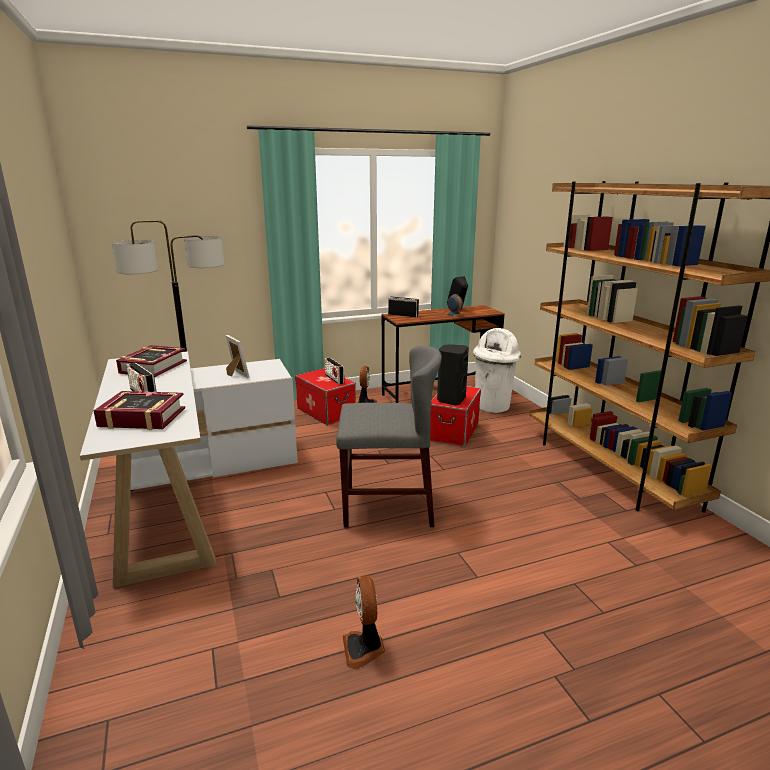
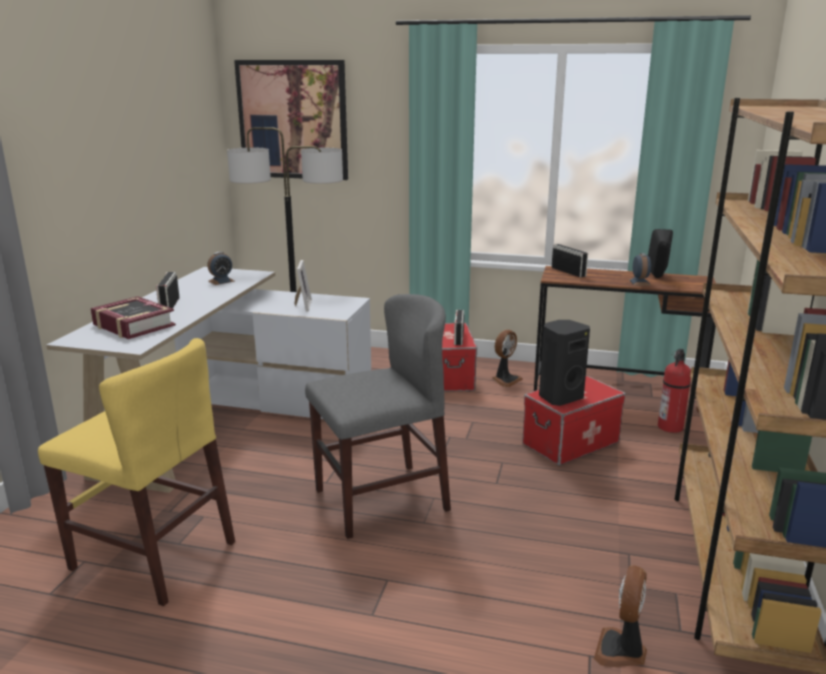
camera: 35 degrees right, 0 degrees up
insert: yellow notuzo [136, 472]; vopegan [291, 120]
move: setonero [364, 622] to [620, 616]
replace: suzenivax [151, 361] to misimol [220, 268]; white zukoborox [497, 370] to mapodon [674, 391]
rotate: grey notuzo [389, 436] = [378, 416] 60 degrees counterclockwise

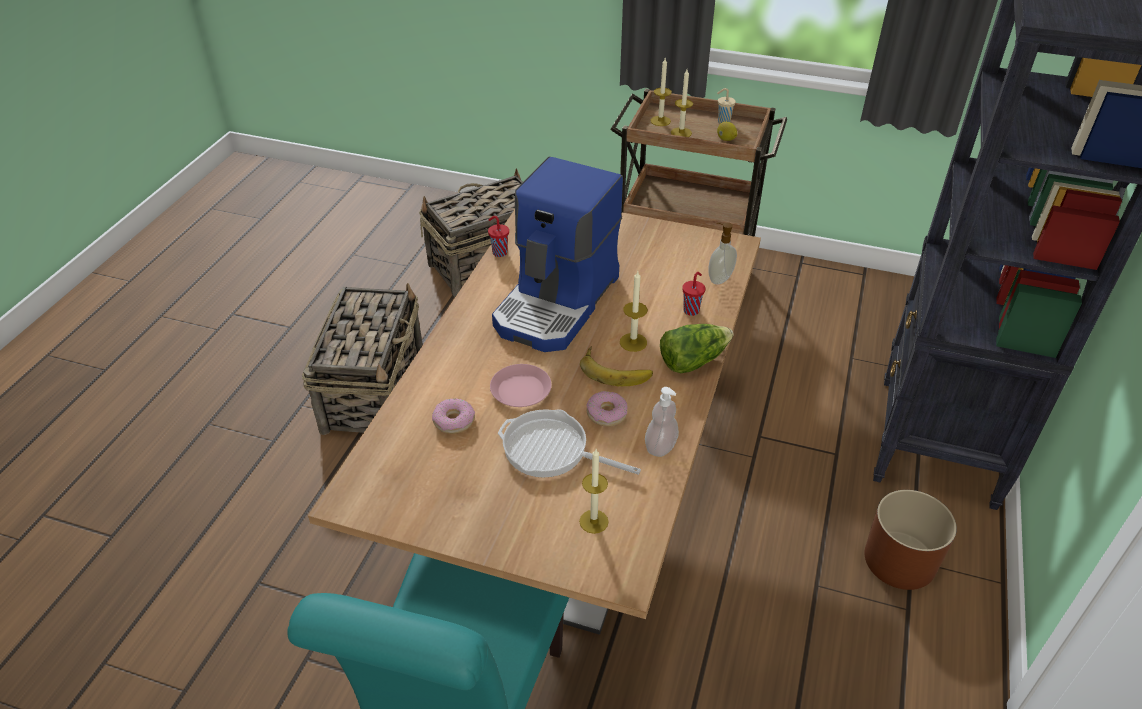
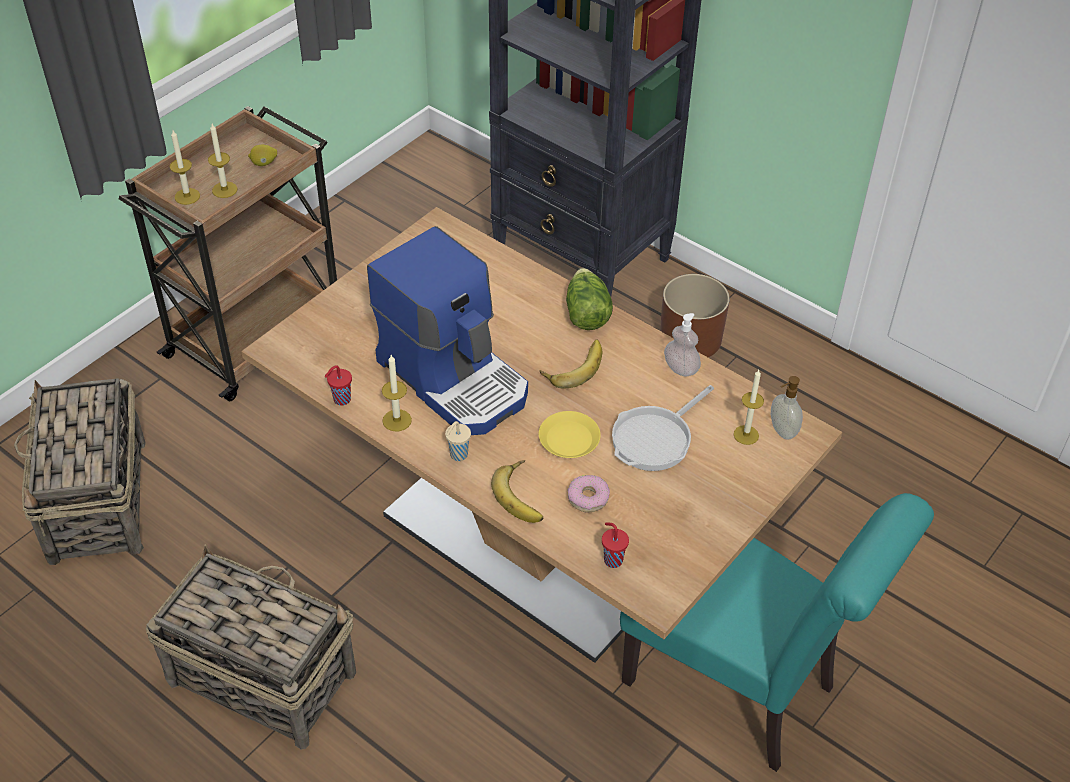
camera: 70 degrees left, 5 degrees up
delete: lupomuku [606, 409]
insert: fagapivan [517, 491]
move: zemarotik [633, 311] to [397, 393]; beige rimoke [726, 106] to [458, 441]; red rimoke [693, 294] to [615, 545]; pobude [723, 253] to [787, 408]
recolor: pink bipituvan [521, 385] to yellow bipituvan [570, 434]

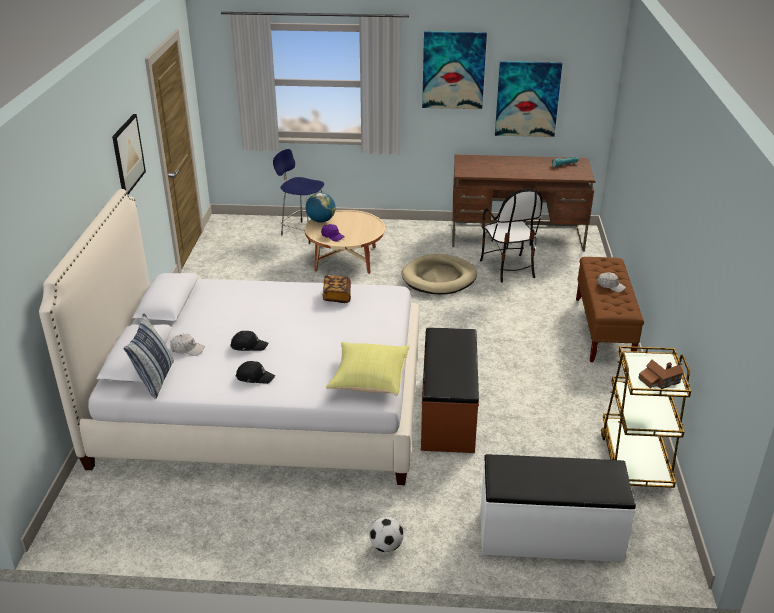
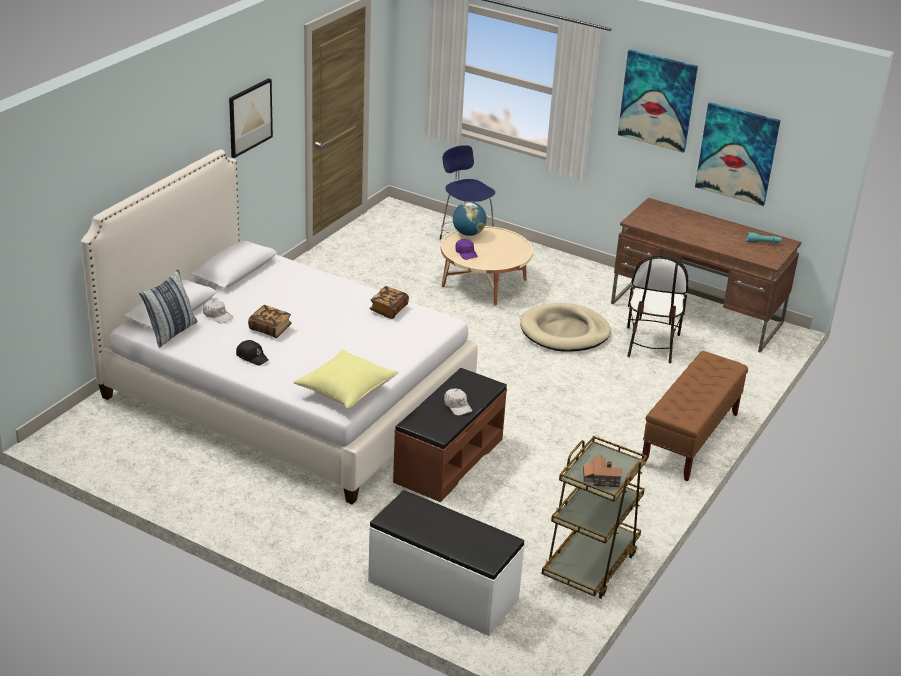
camera: 25 degrees right, 0 degrees up
delete: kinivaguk [386, 534]
move: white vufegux [612, 282] to [458, 402]
replace: black vufegux [249, 341] to suzenivax [270, 321]

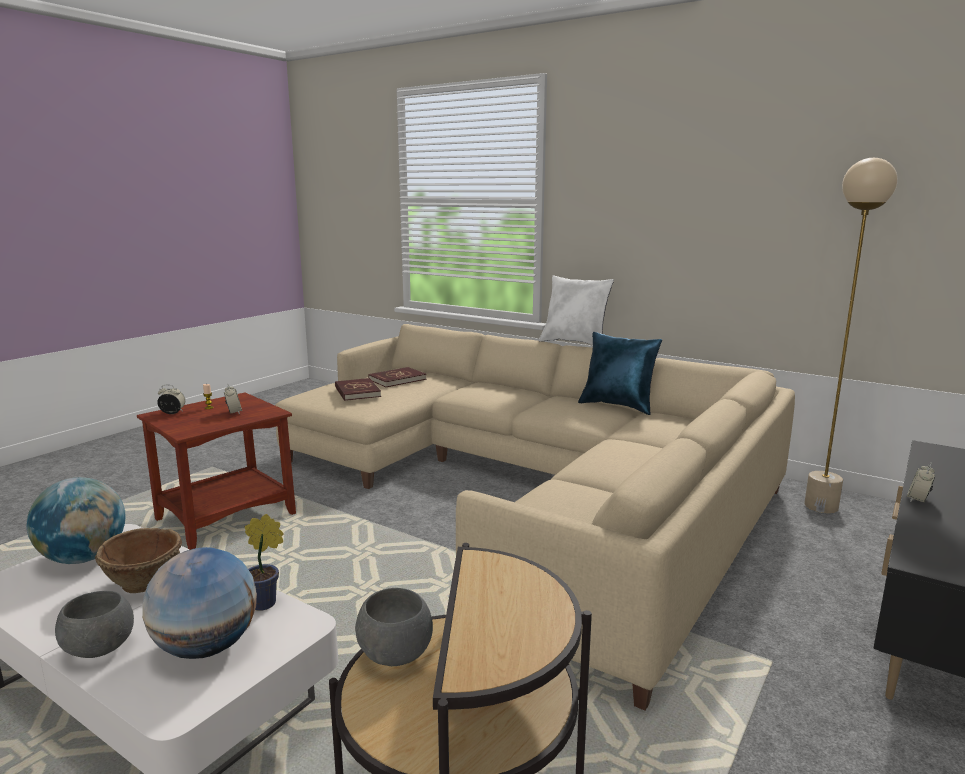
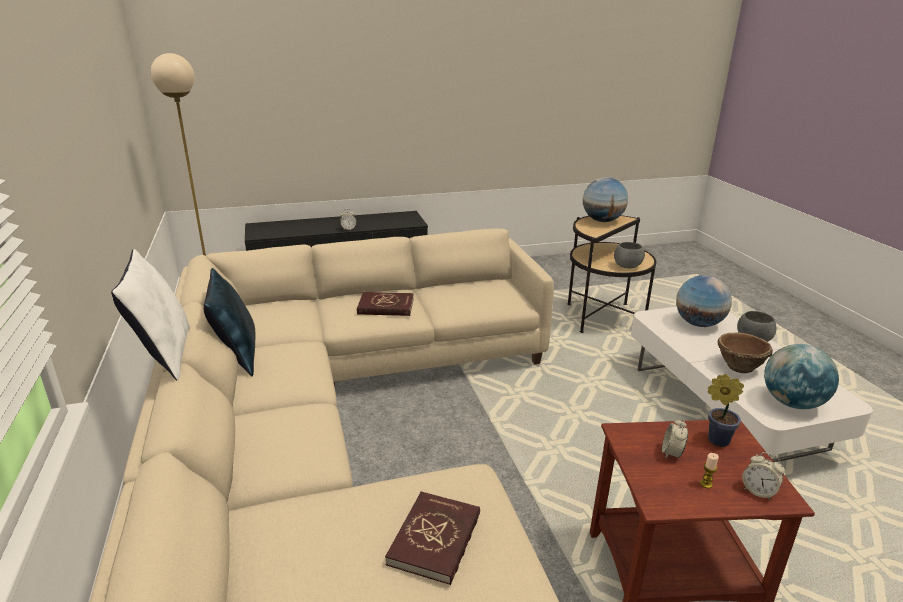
camera: 140 degrees left, 10 degrees up
insert: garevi [605, 199]
move: red suzenivax [397, 377] to [385, 304]; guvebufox [264, 562] to [725, 410]

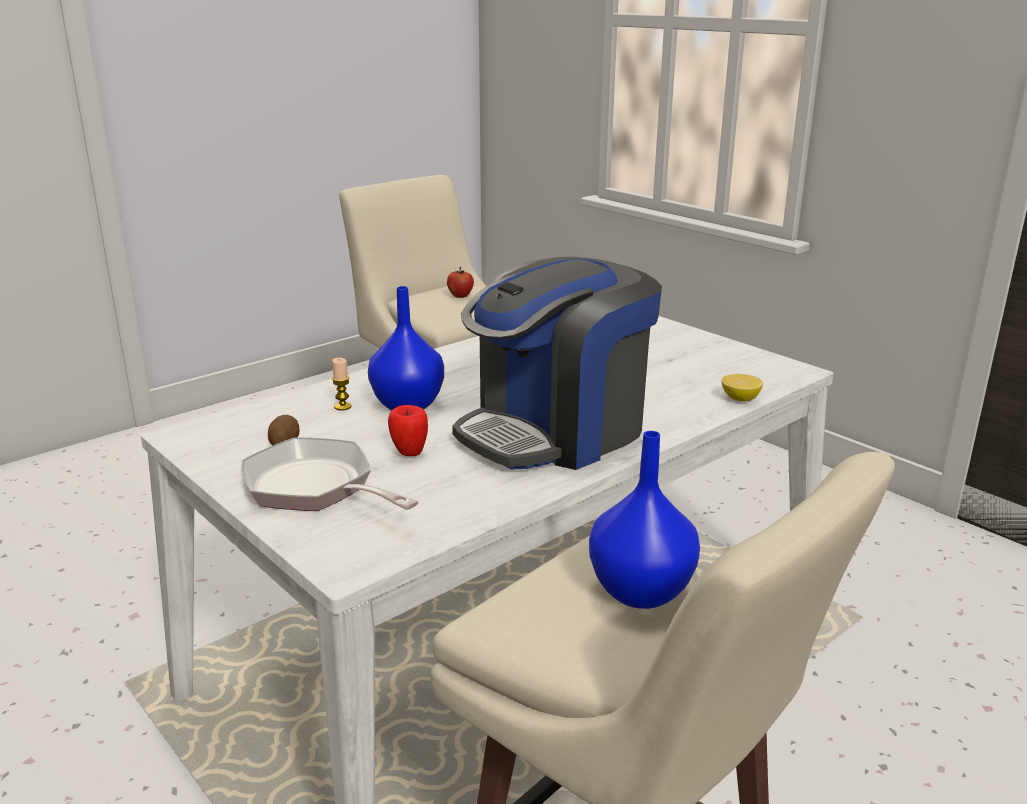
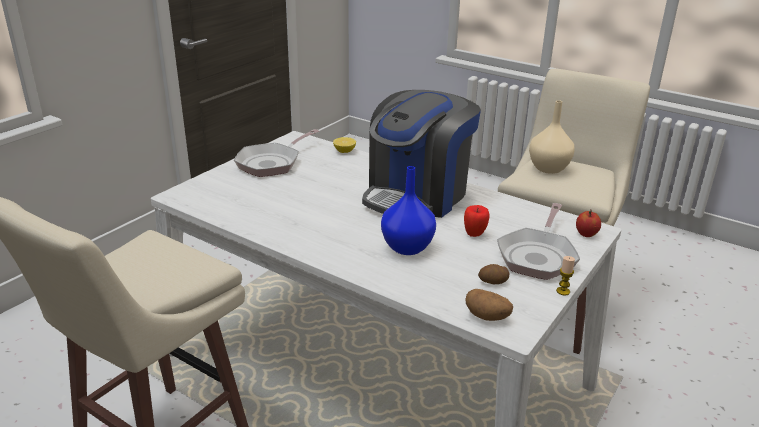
camera: 105 degrees left, 5 degrees up
insert: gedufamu [277, 153]; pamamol [489, 305]
move: zemarotik [342, 384] to [565, 275]; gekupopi [460, 282] to [588, 223]
recolor: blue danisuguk [644, 520] to beige danisuguk [552, 137]
rotate: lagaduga [557, 363] = [421, 154] 90 degrees clockwise

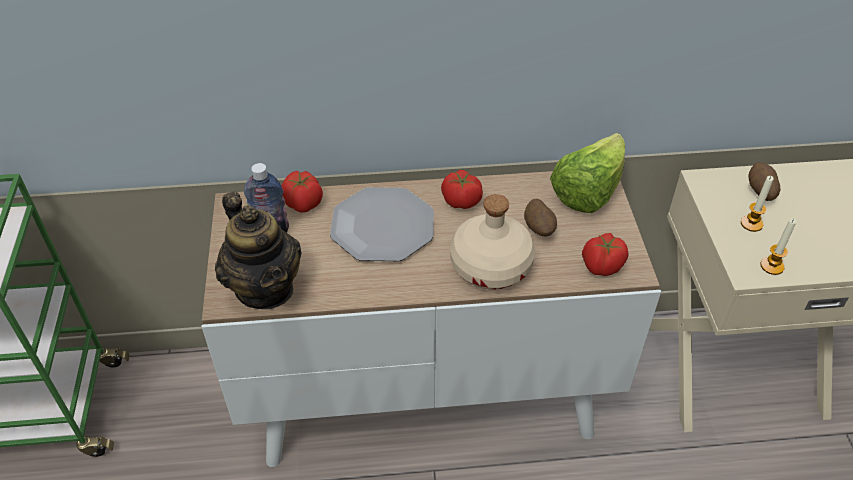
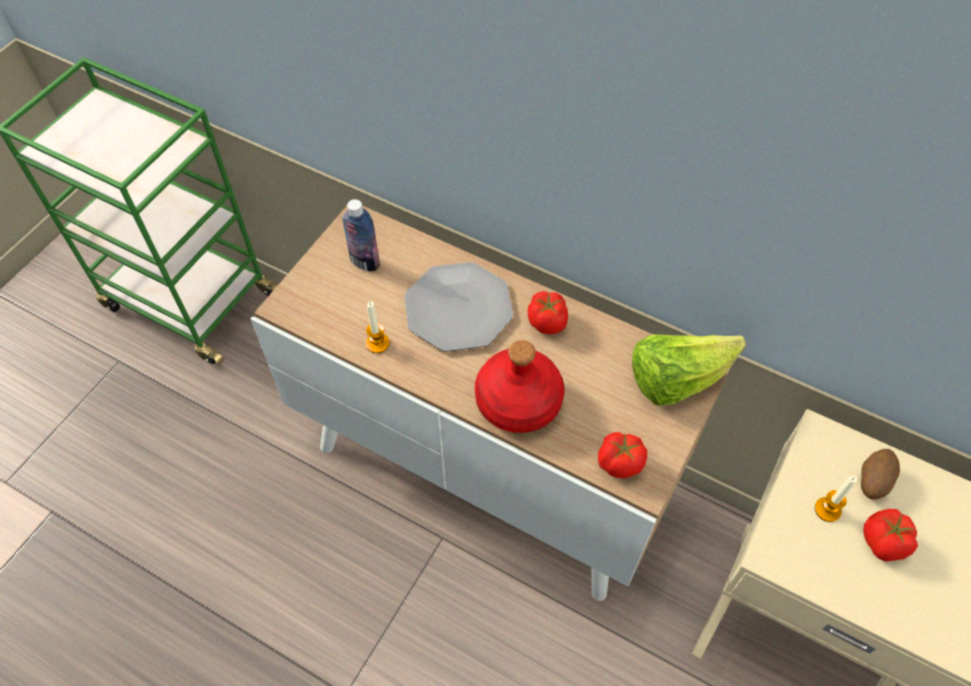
camera: 35 degrees right, 10 degrees up
delete: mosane [258, 250]; pamamol [540, 217]
move: zemarotik [778, 246] to [377, 327]; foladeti [302, 192] to [890, 535]
recolor: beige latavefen [492, 241] to red latavefen [519, 386]

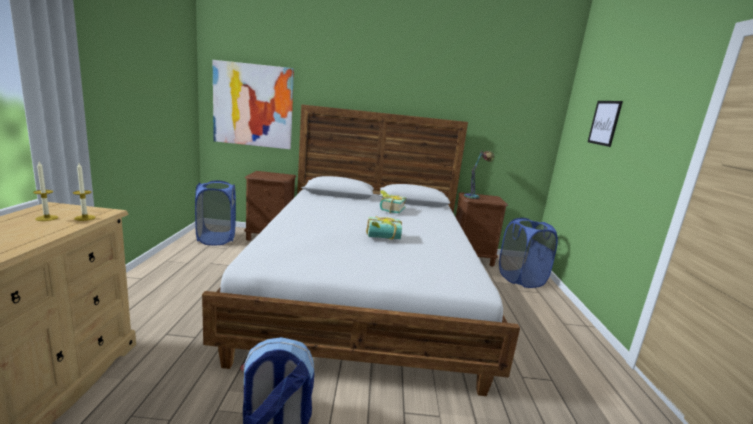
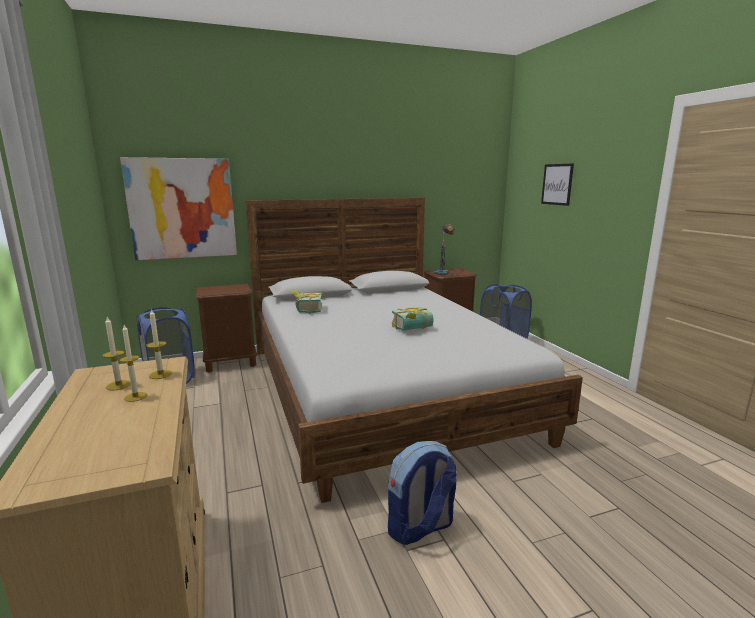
camera: 20 degrees left, 0 degrees up
insert: zemarotik [133, 363]
move: suzenivax [393, 201] to [307, 301]

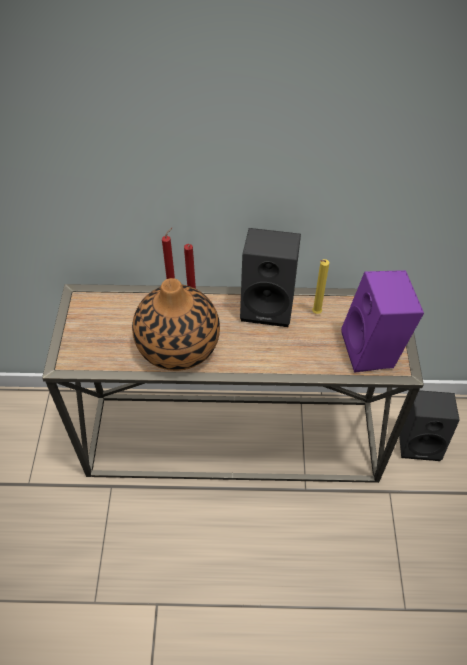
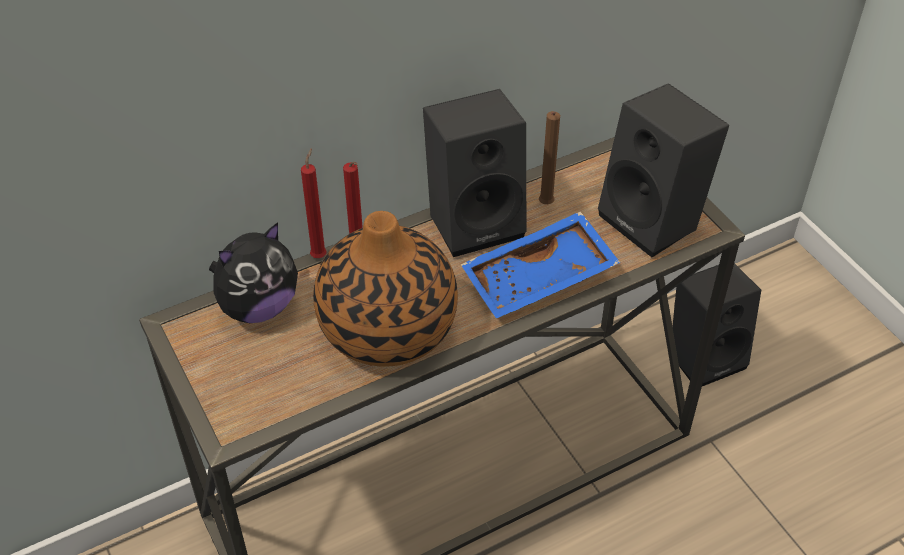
camera: 30 degrees left, 5 degrees down
insert: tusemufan [253, 272]; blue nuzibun [540, 265]
recolor: yellow zemarotik [320, 286] to brown zemarotik [549, 157]; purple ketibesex [382, 321] to black ketibesex [663, 170]

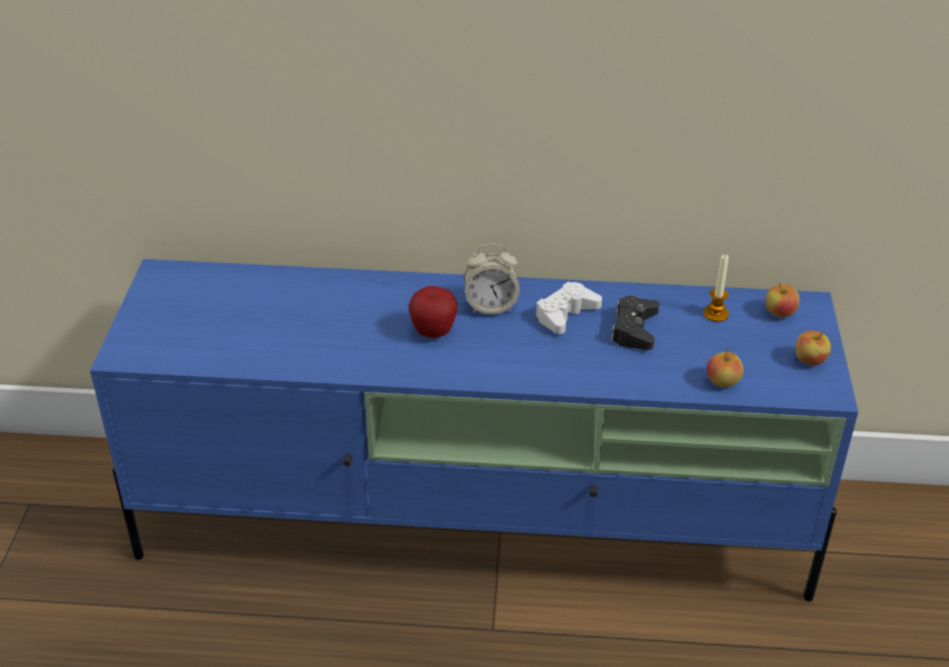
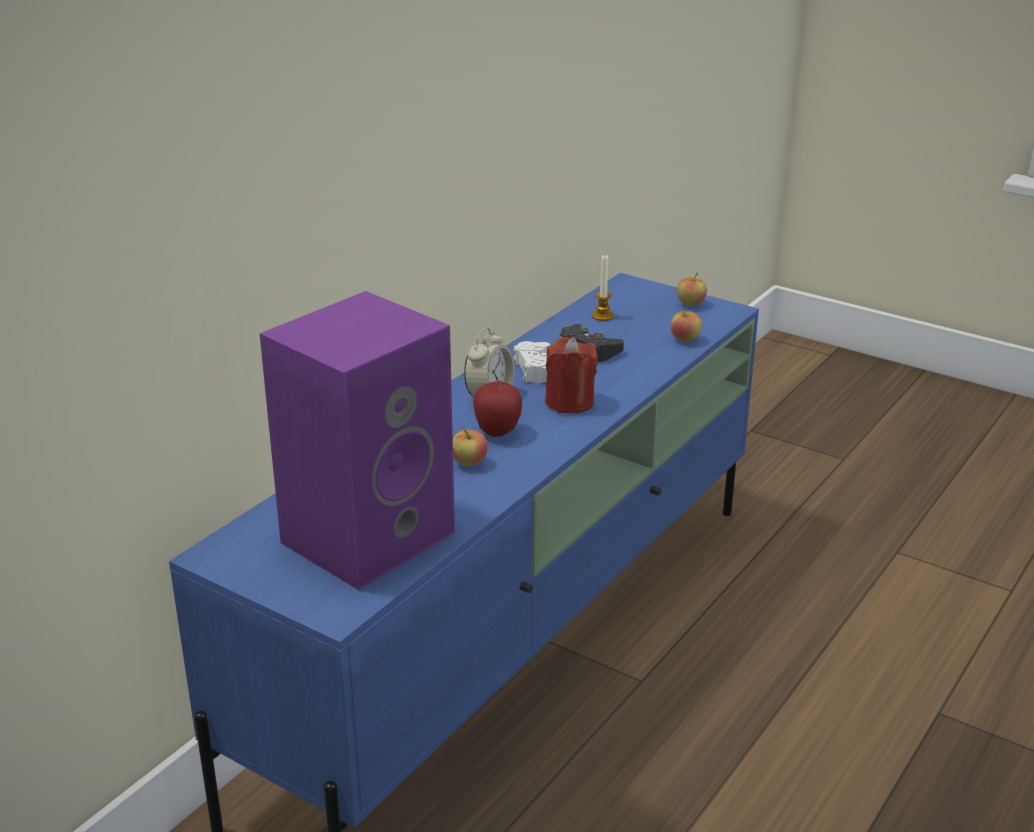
camera: 60 degrees left, 10 degrees down
insert: purple ketibesex [357, 440]; red zemarotik [571, 375]
move: gekupopi [783, 300] to [470, 447]

